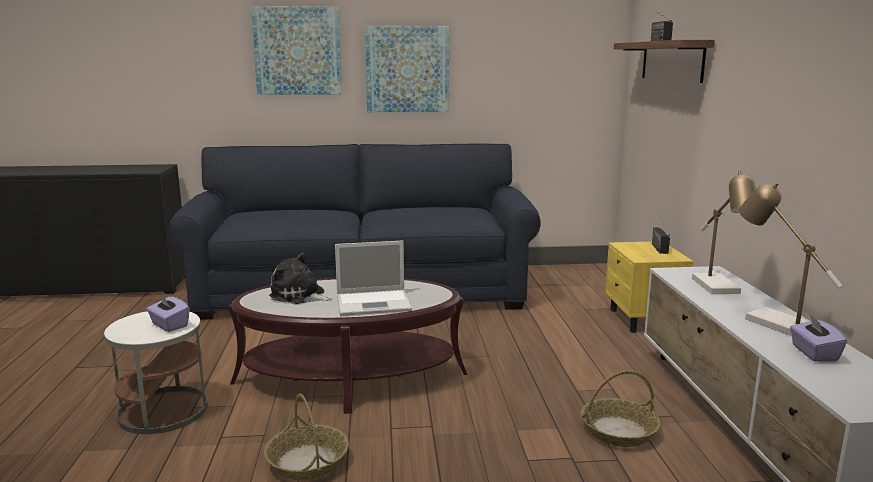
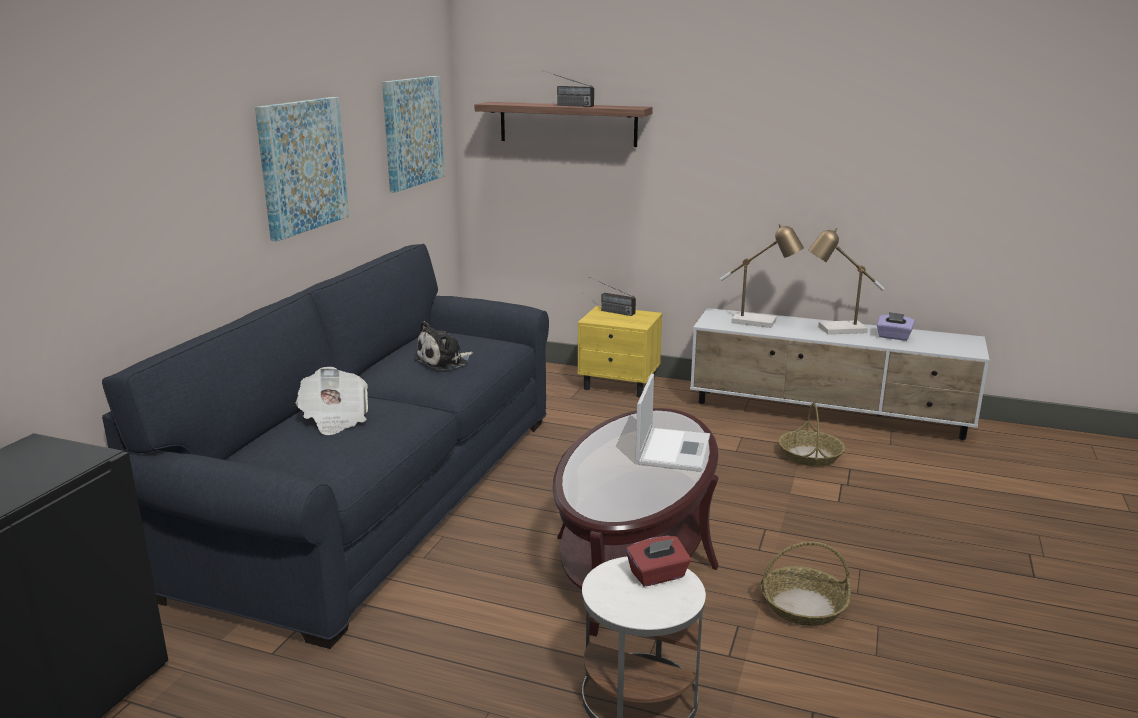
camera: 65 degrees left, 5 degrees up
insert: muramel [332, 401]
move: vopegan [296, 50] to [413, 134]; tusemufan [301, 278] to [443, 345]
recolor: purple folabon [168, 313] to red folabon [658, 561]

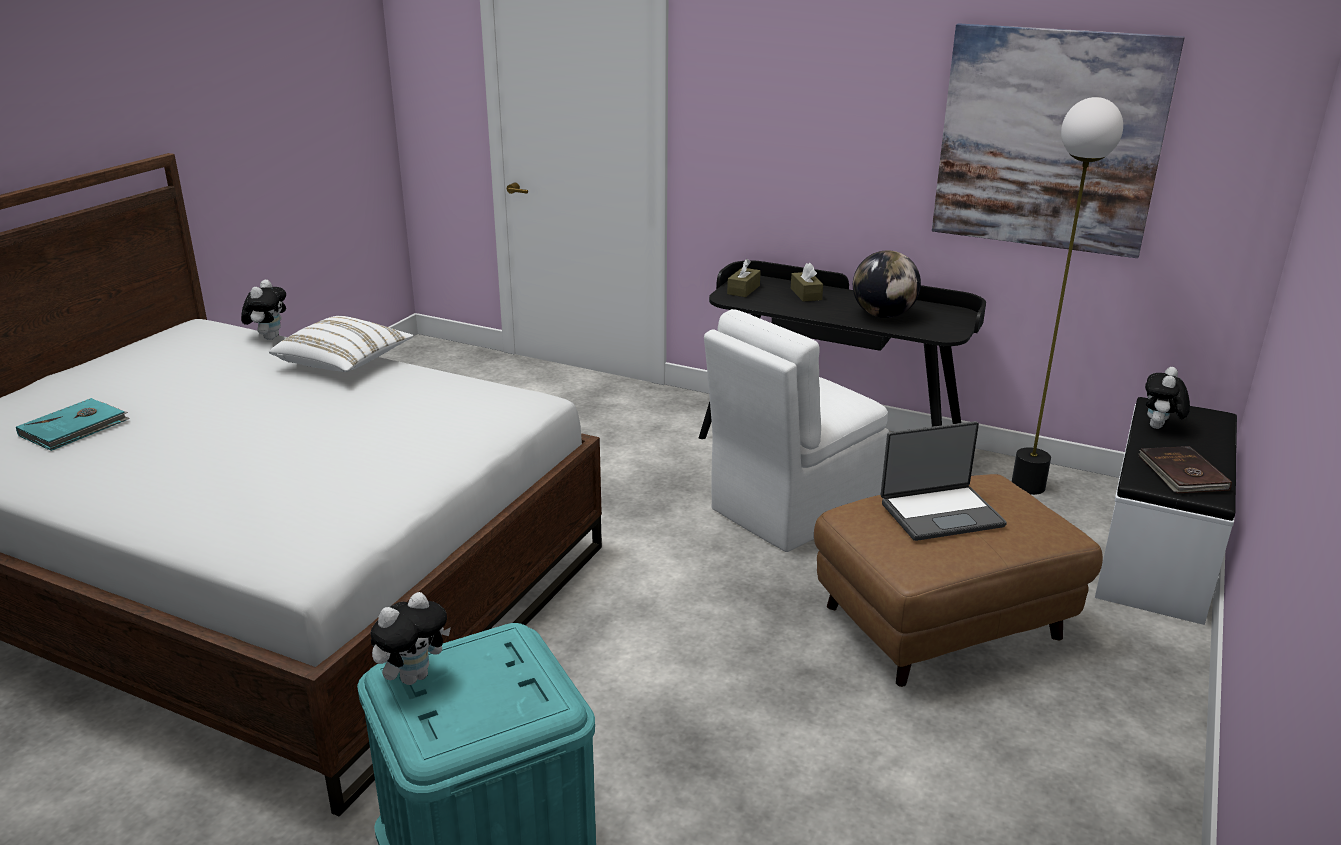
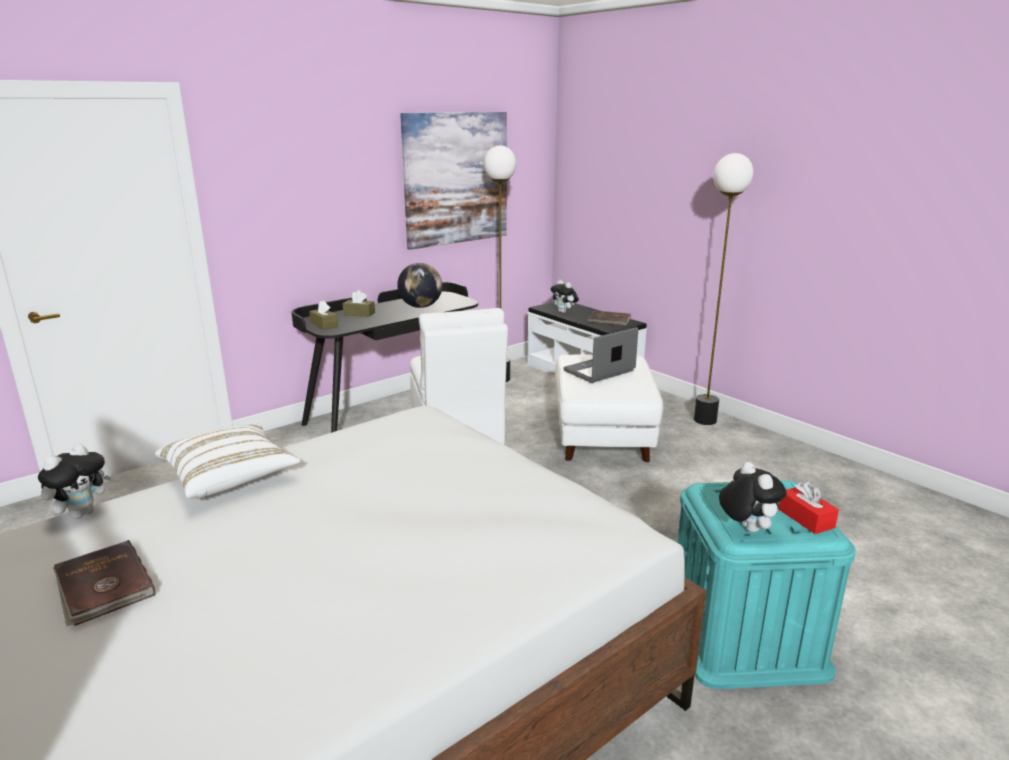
camera: 65 degrees left, 5 degrees down
delete: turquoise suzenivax [73, 424]
insert: brown suzenivax [104, 583]; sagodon [724, 289]; red folabon [808, 507]
recolor: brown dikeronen [958, 580] to white dikeronen [609, 408]
rotate: tusemufan [263, 309] = [75, 481] 90 degrees clockwise; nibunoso [944, 481] = [600, 355] 135 degrees counterclockwise

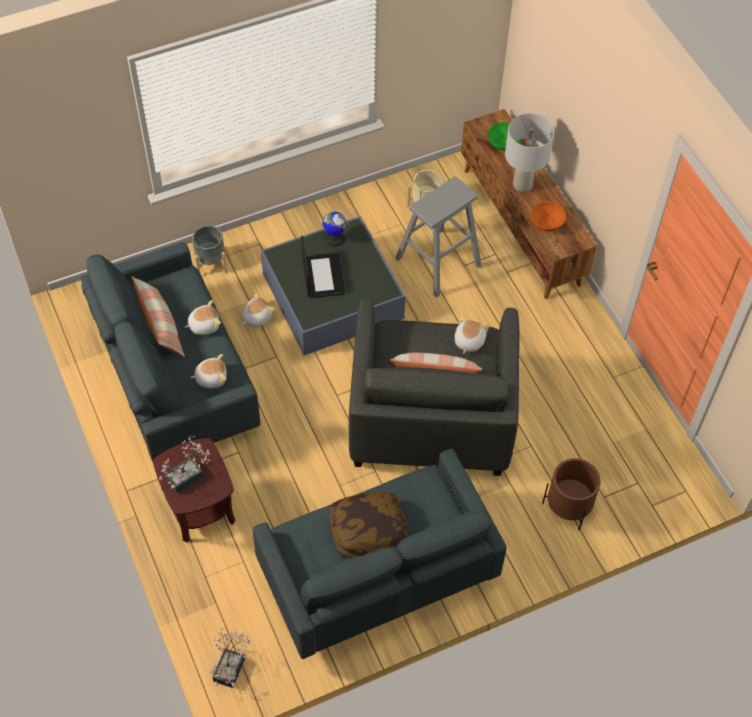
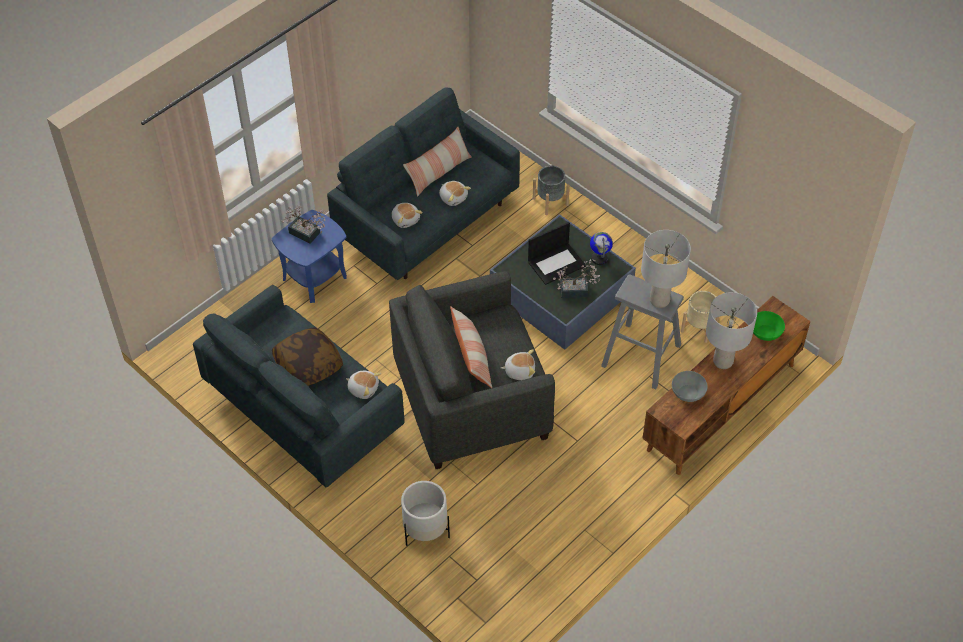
camera: 70 degrees right, 5 degrees down
insert: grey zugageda [666, 269]
move: tusemufan [258, 309] to [363, 385]; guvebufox [230, 658] to [576, 278]
recolor: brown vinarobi [194, 490] to blue vinarobi [309, 256]; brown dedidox [571, 494] to white dedidox [425, 513]; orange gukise [548, 216] to grey gukise [690, 386]

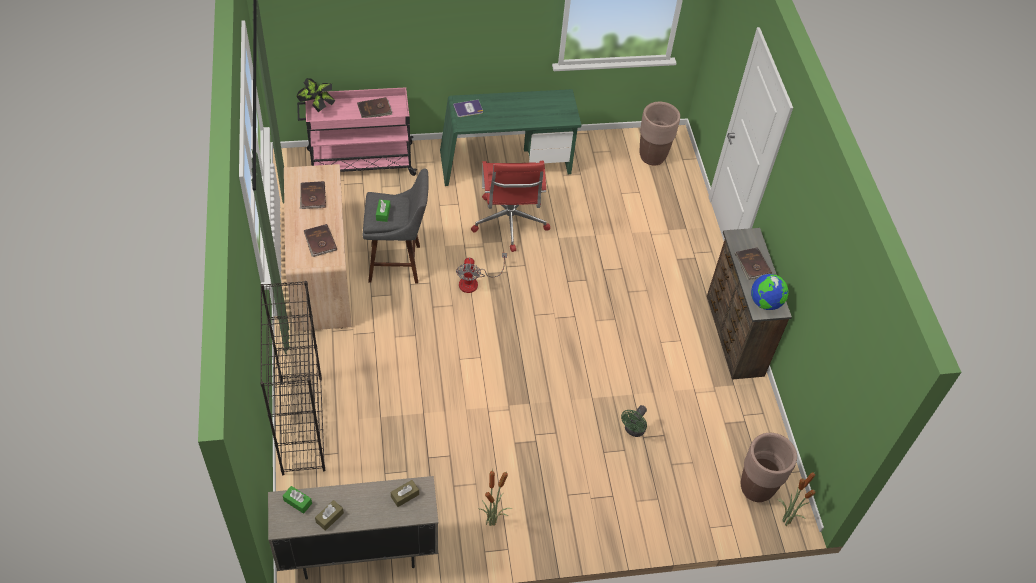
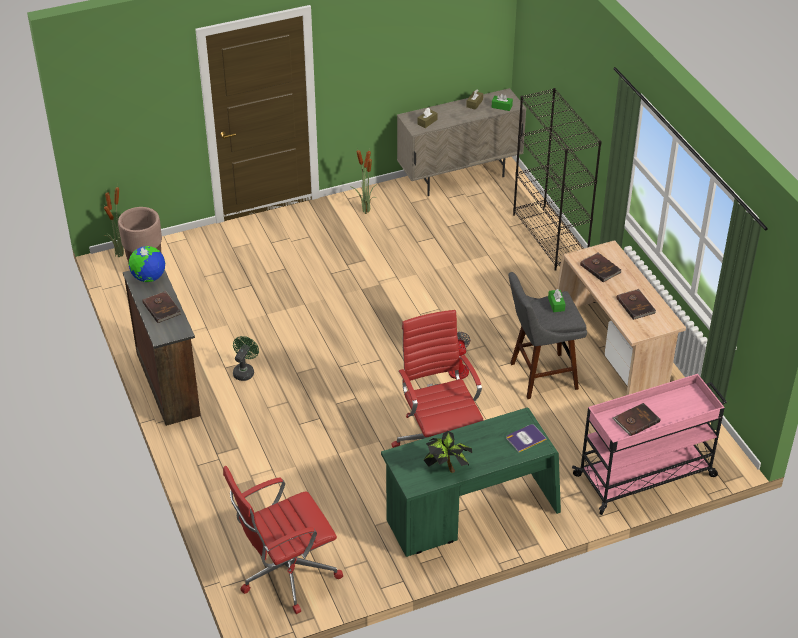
camera: 170 degrees right, 10 degrees down
move: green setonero [634, 421] to [246, 358]; guvebufox [315, 95] to [448, 452]
replace: brown dedidox [659, 133] to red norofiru [283, 540]

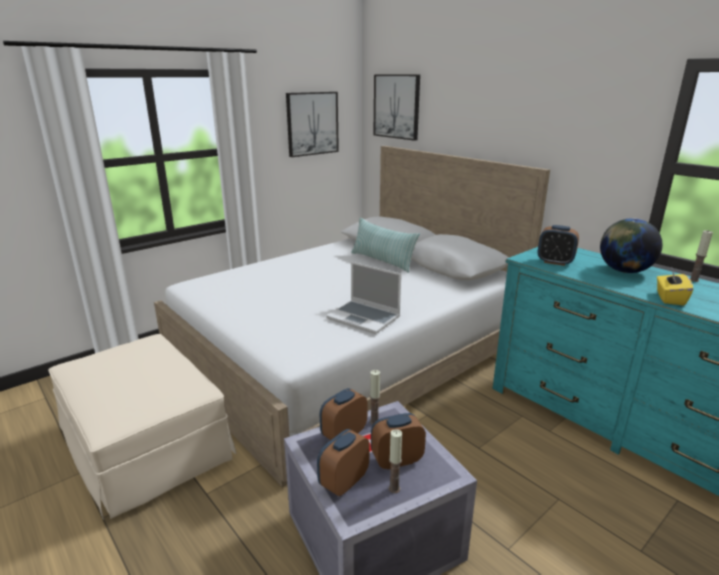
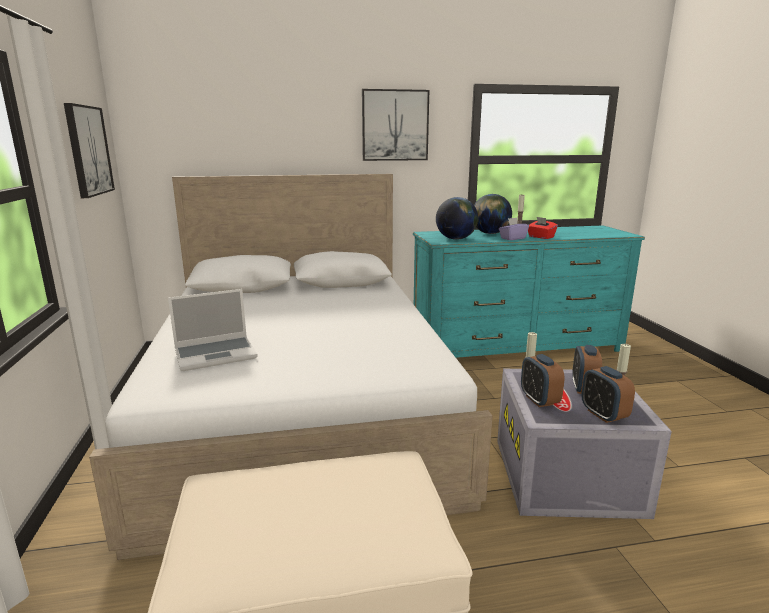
camera: 60 degrees left, 5 degrees down
delete: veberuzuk [385, 245]
insert: purple folabon [514, 229]
move: nibunoso [363, 298] to [213, 330]; vopegan [396, 108] to [395, 125]
replace: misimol [558, 245] to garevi [457, 218]
recolor: yellow folabon [675, 287] to red folabon [543, 228]

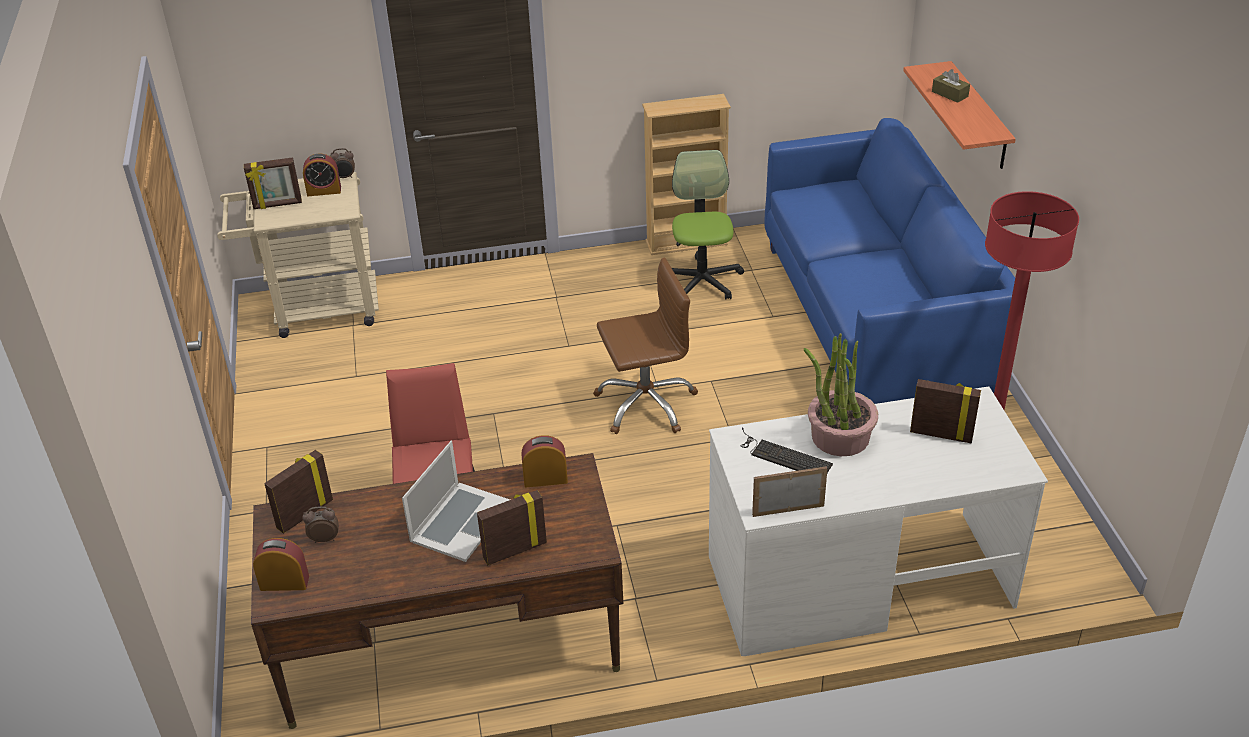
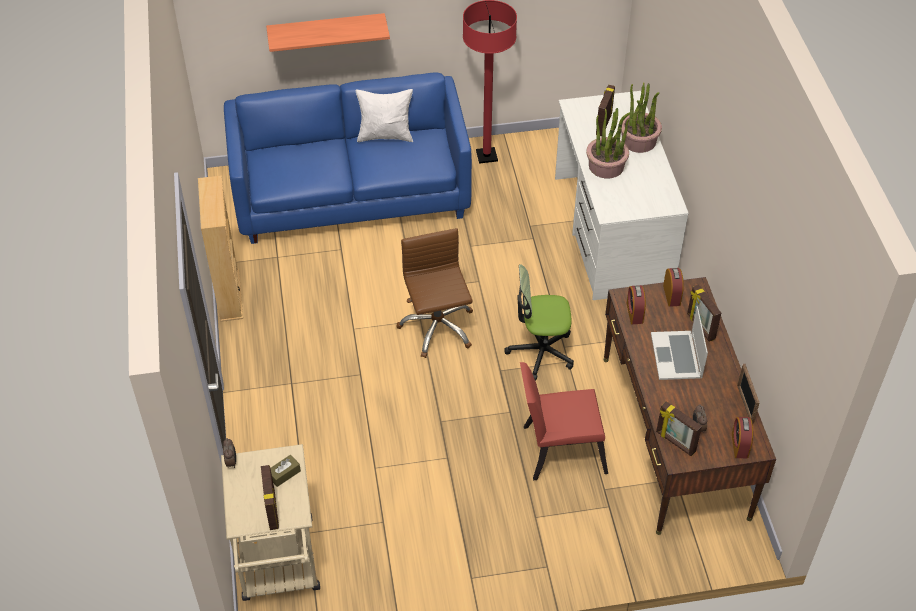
camera: 90 degrees left, 10 degrees up
delete: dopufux [787, 450]
insert: white veberuzuk [384, 115]; guvebufox [641, 117]
move: brown folabon [951, 86] to [286, 471]; norofiru [708, 224] to [539, 322]; misimol [322, 175] to [673, 287]; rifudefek [789, 491] to [748, 394]
rotate: nibunoso [456, 501] = [679, 343] 120 degrees counterclockwise

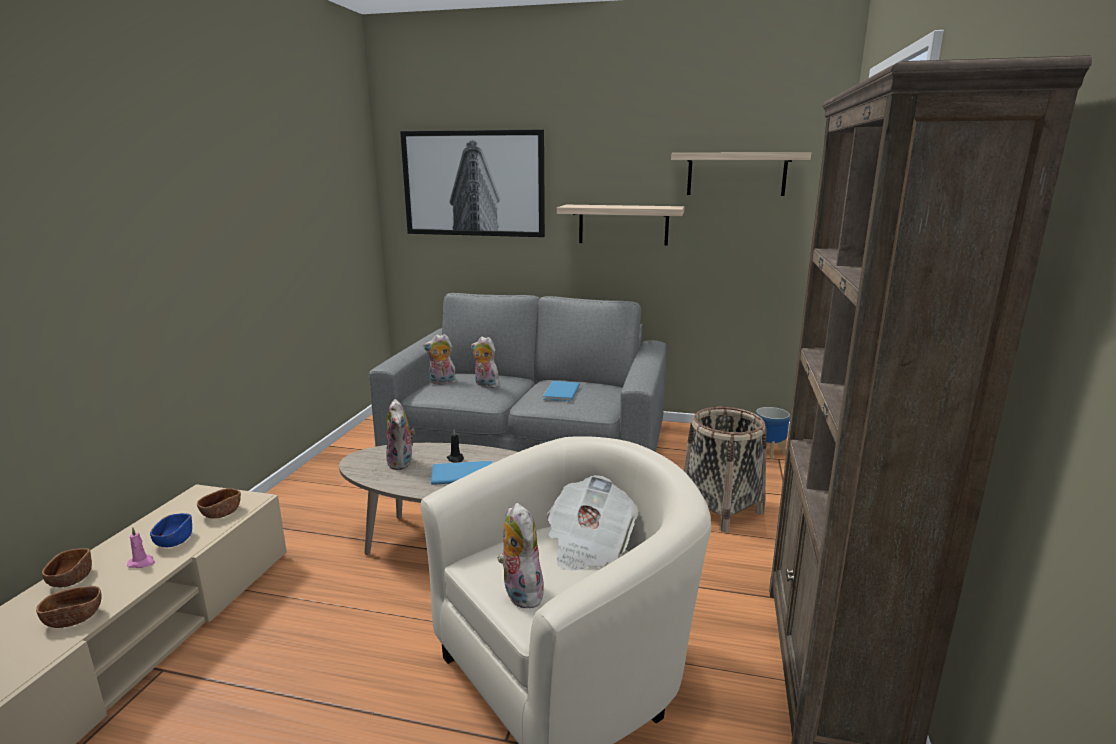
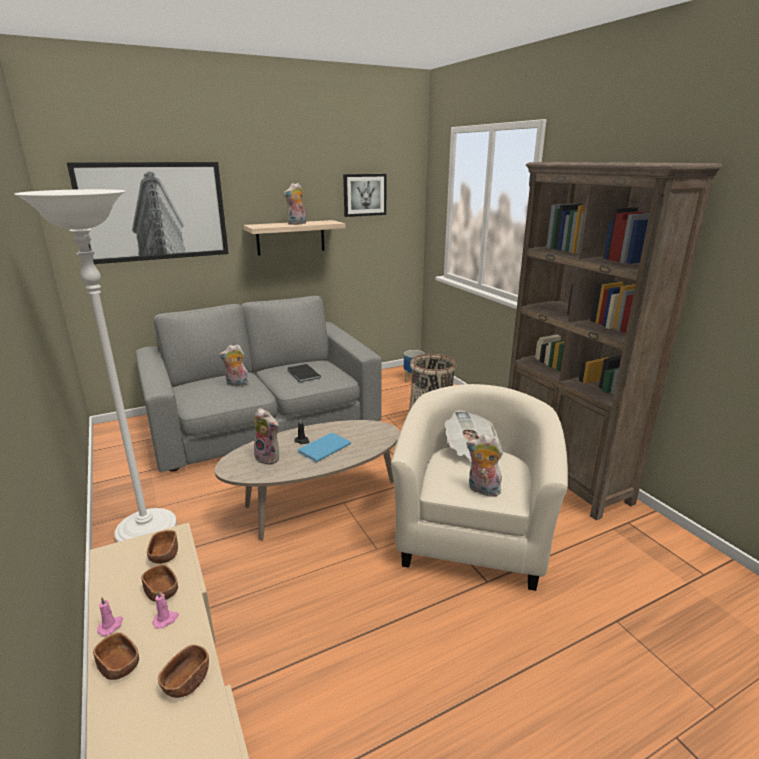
camera: 40 degrees left, 5 degrees up
insert: white sagodon [96, 365]; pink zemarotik [110, 616]
move: tusemufan [439, 359] to [295, 204]
replace: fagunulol [741, 174] to vopegan [364, 195]
recolor: blue gukise [171, 530] to brown gukise [159, 583]; blue suzenivax [561, 391] to black suzenivax [304, 373]

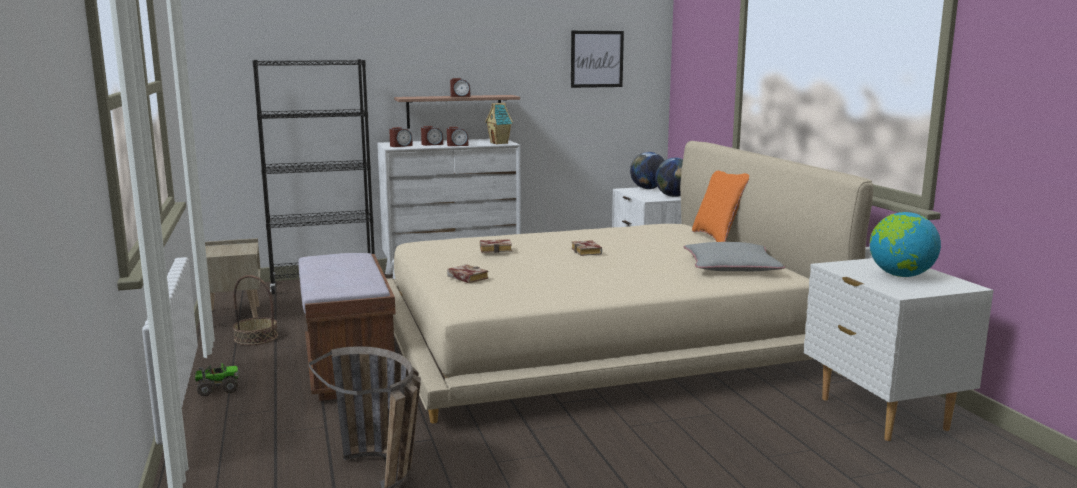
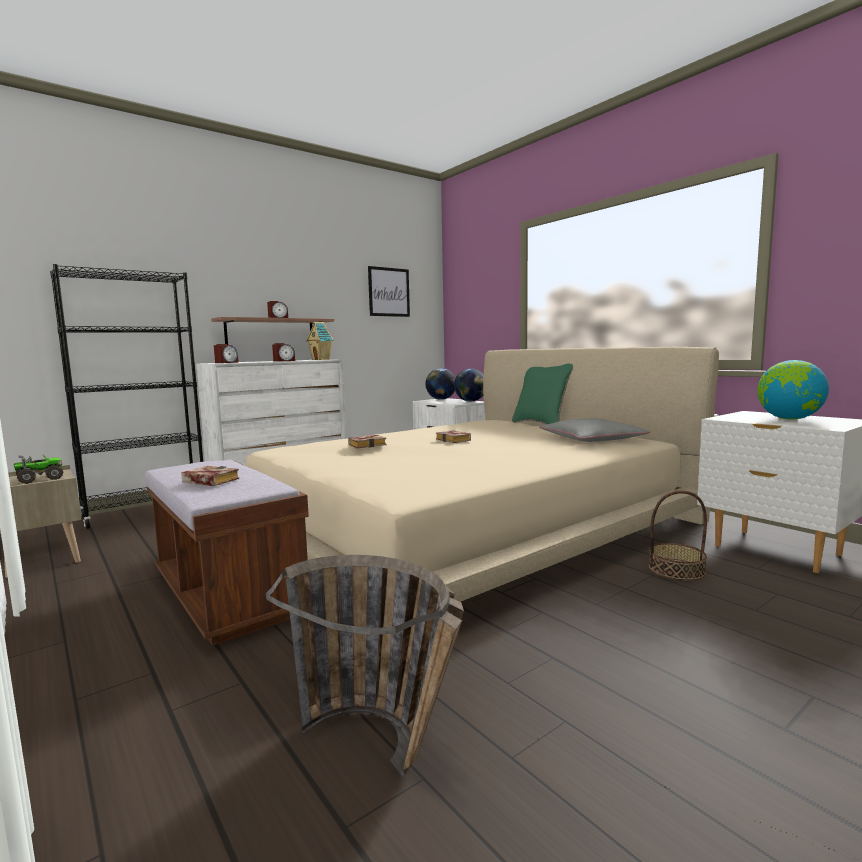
camera: 20 degrees left, 5 degrees down
delete: misimol [432, 136]
move: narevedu [217, 379] to [39, 469]; suzenivax [468, 273] to [210, 476]; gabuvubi [255, 310] to [677, 536]
recolor: orange veberuzuk [721, 206] to green veberuzuk [542, 394]

